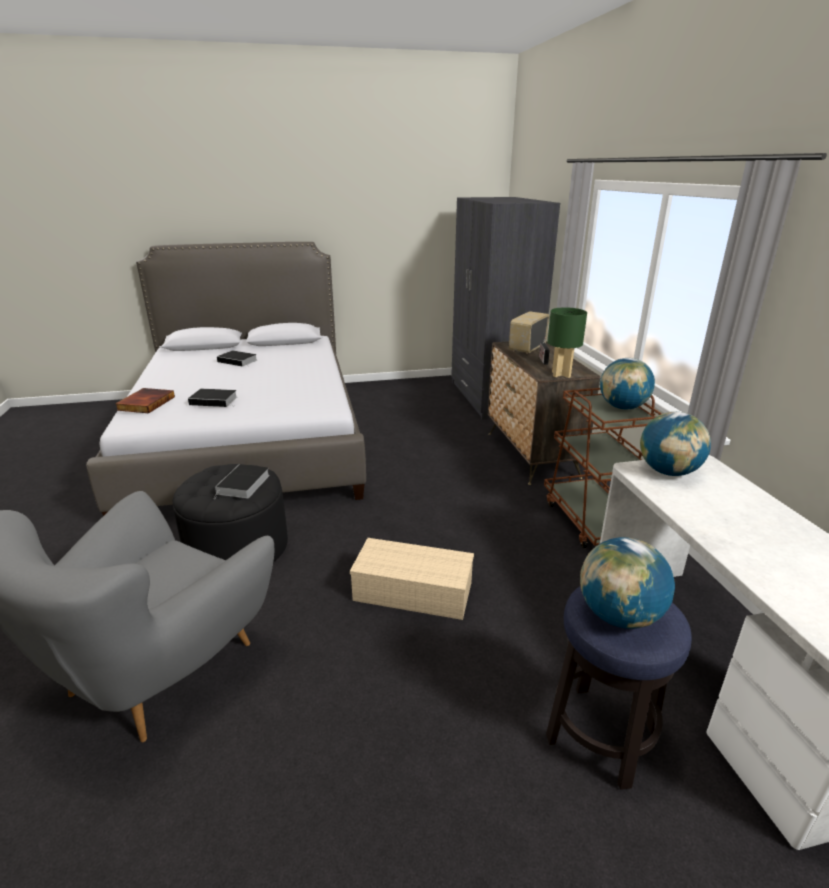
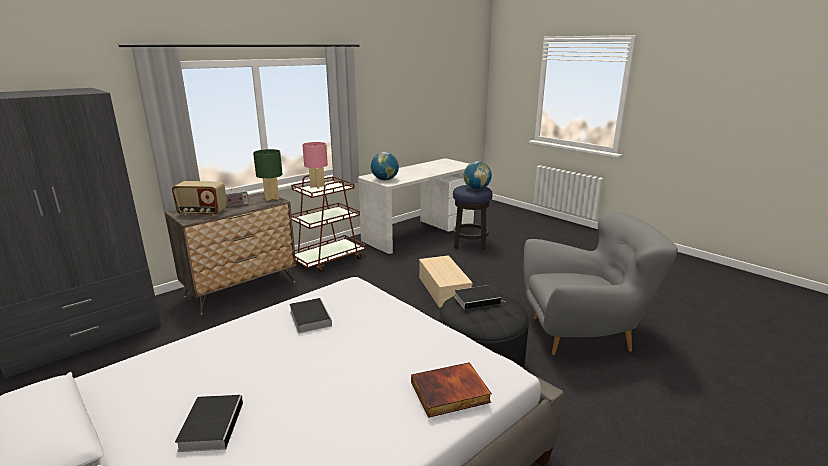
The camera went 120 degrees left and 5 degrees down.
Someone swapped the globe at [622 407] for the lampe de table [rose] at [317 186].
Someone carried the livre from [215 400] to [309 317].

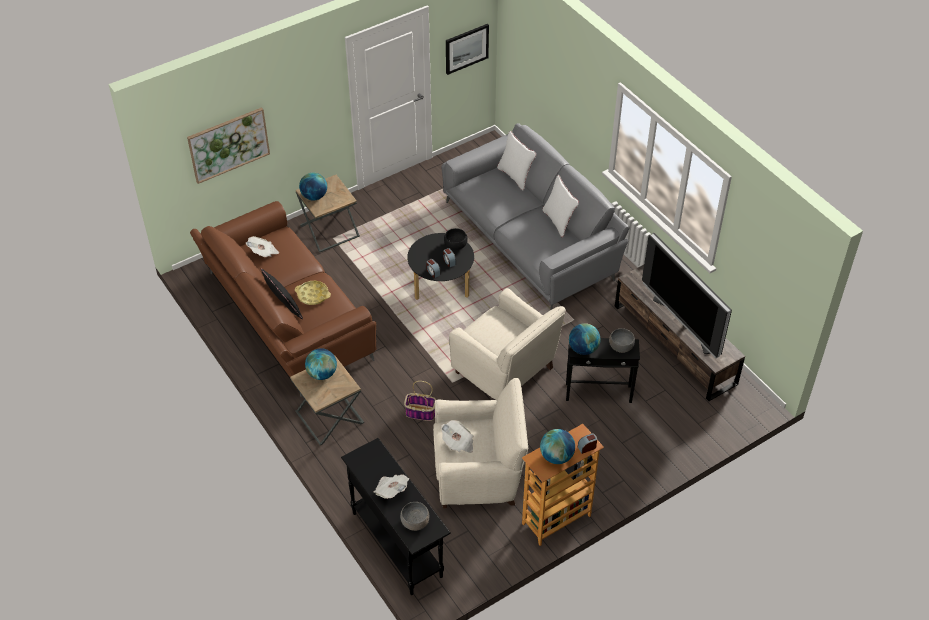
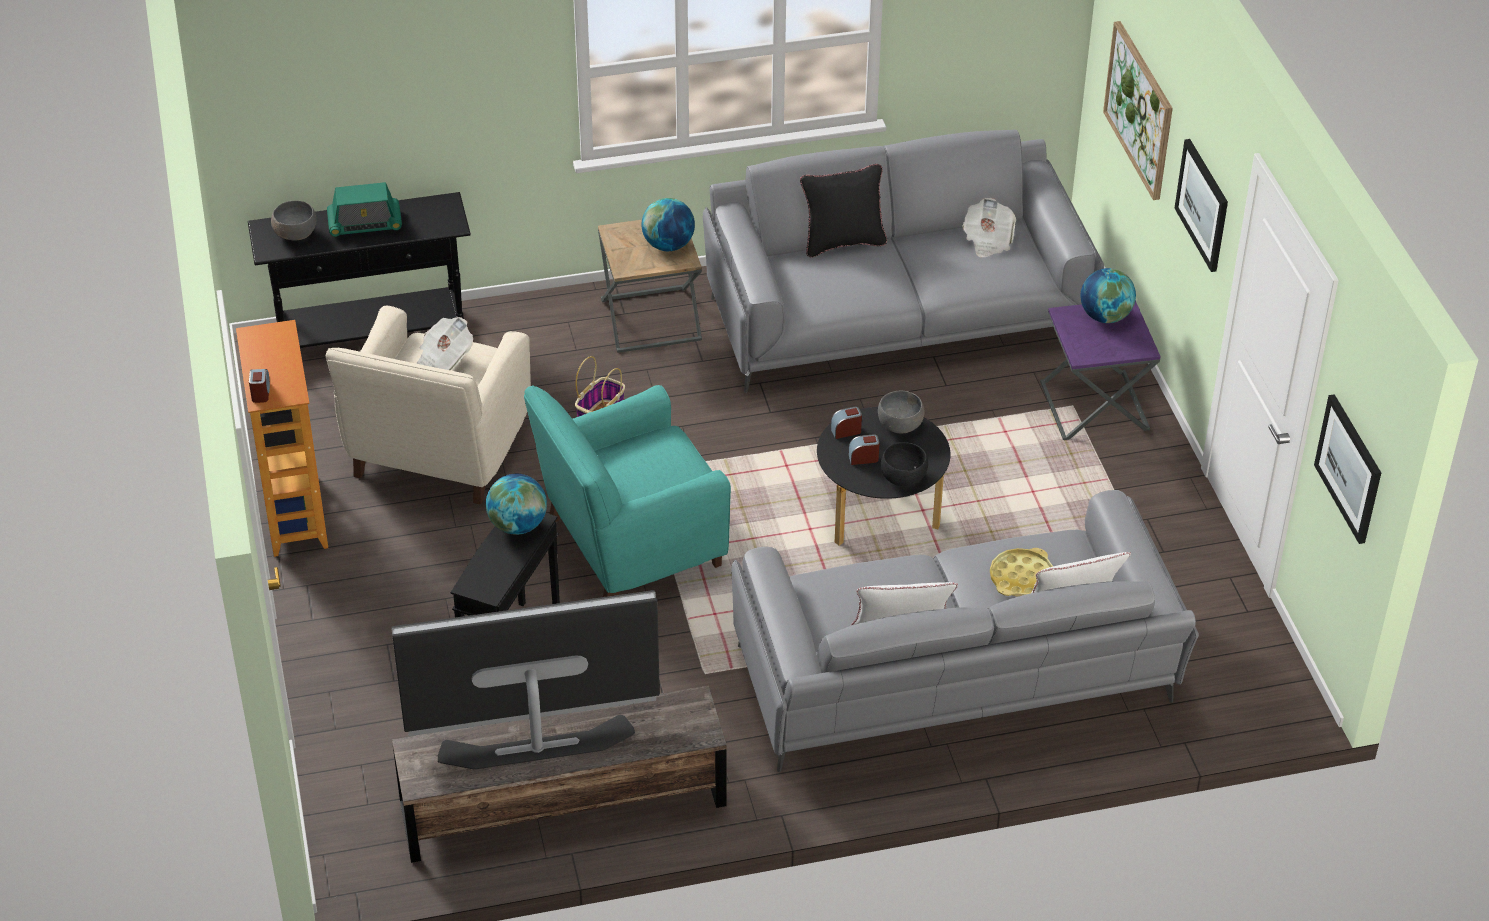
The camera went 110 degrees right and 5 degrees down.
Someone repainted the table d'appoint [marron] at [329 231], which became the table d'appoint [violet] at [1094 406].
Someone repainted the canapé [marron] at [286 316], which became the canapé [gris] at [897 314].
Someone carried the plateau [jaune] from [313 295] to [1021 578].
Someone repainted the fauteuil [beige] at [505 372], which became the fauteuil [turquoise] at [629 543].
Someone carried the bol [gris] from [621 346] to [900 425].
Someone took away the globe at [556 456].
Someone swapped the journal at [391 490] for the radio at [365 224].
Someone put up the tableau at [1203 204].

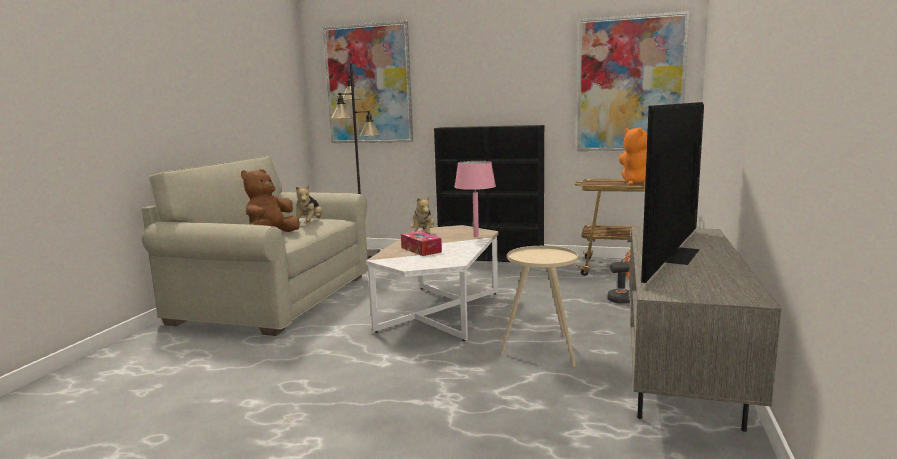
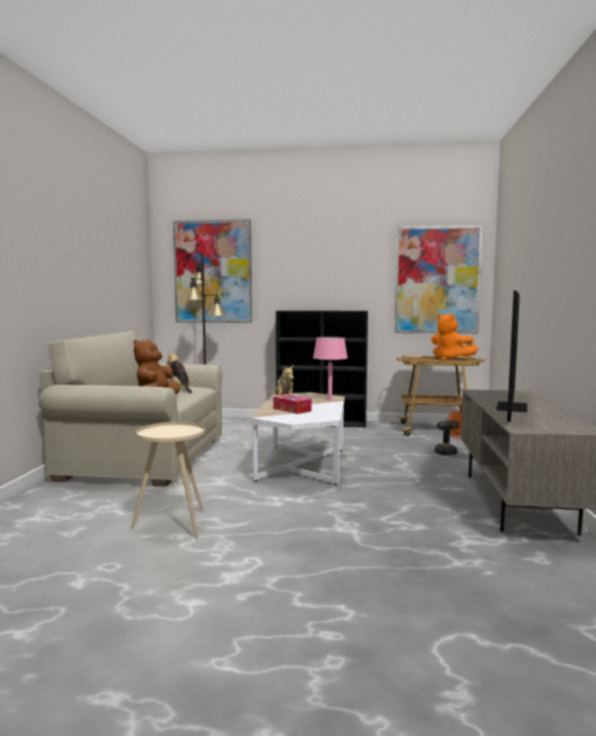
The camera went 10 degrees left and 5 degrees down.
Someone rotated the peluche at [310 223] by 150 degrees clockwise.
Someone carried the table d'appoint [beige] from [542 350] to [173 524].

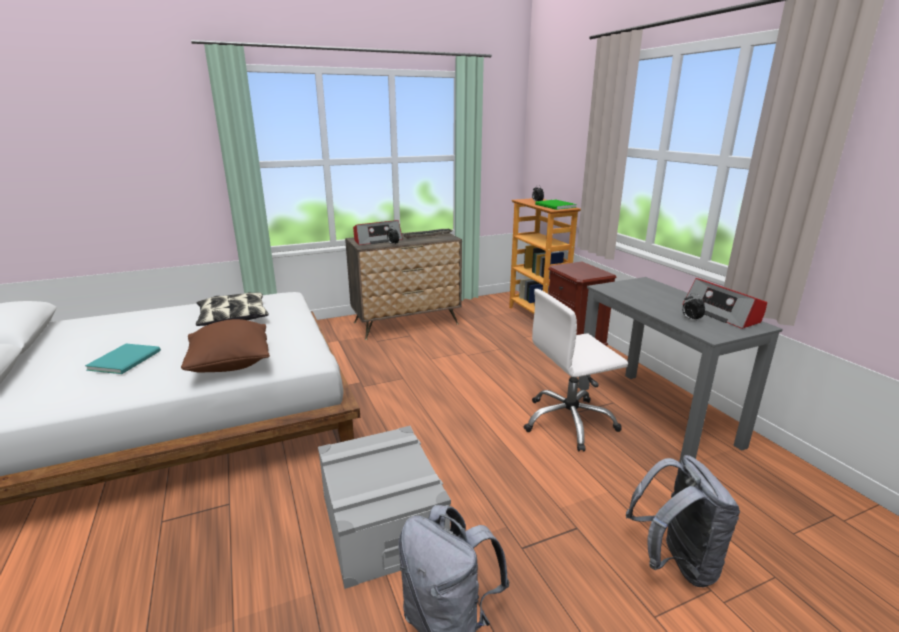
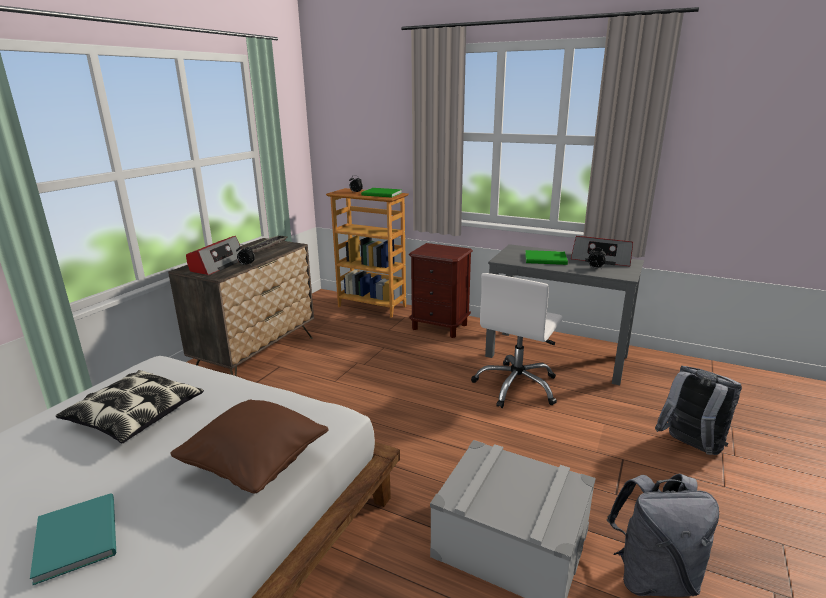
The camera went 40 degrees left and 0 degrees up.
Someone put down the livre [vert] at [547 259].

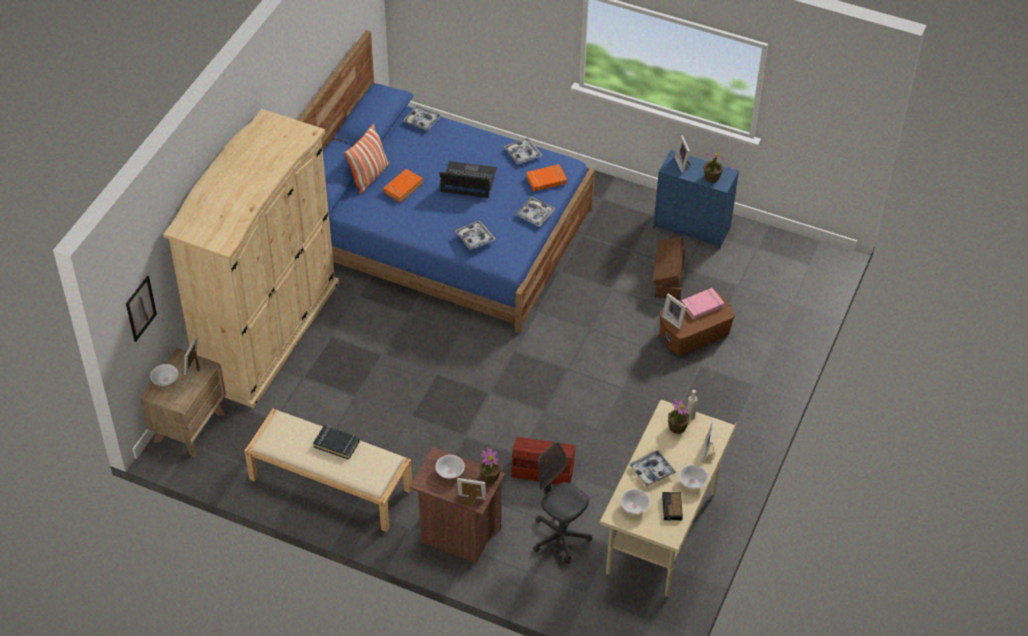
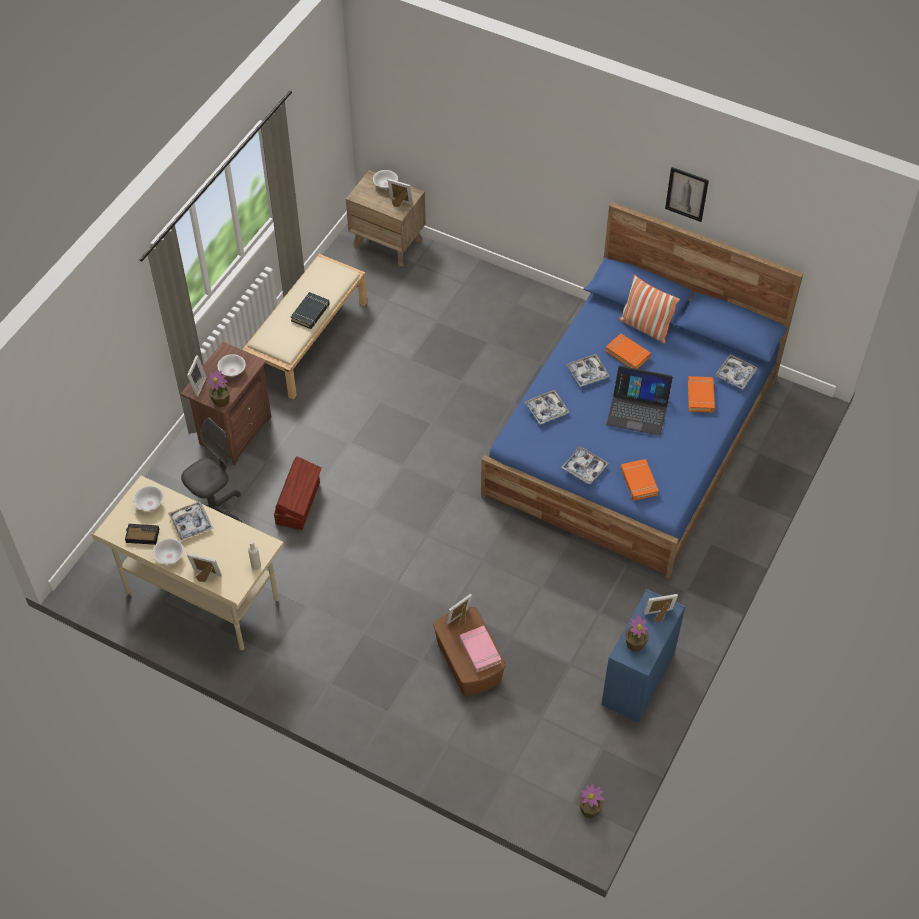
The camera went 95 degrees right and 5 degrees up.
Someone took away the armoire [beige] at [267 332].
Someone carried the plateau from [523 154] to [587 373].
Someone rotated the ordinateur portable at [468 180] by 90 degrees clockwise.
Someone took away the boîte de rangement [marron] at [668 279].
Someone carried the tableau from [140 308] to [686 194].
Someone carried the plante en pot from [677 427] to [590 810].
Someone put down the livre [orange] at [700 396].

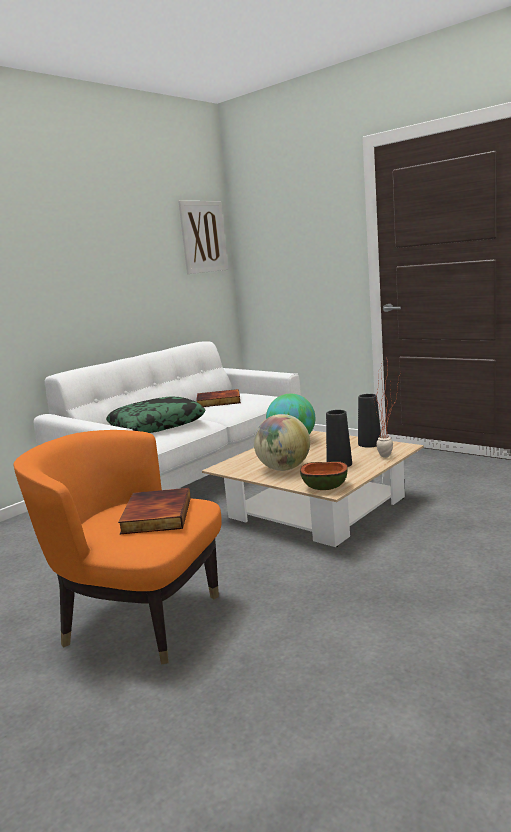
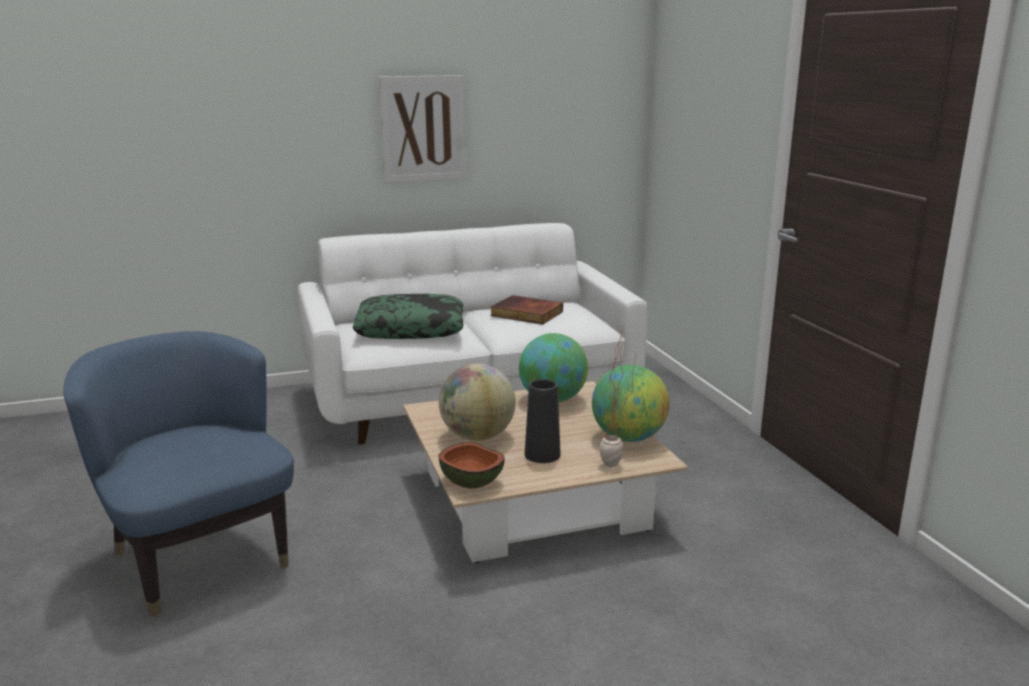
The camera went 30 degrees right and 5 degrees up.
Someone carried the tableau from [203 237] to [423 129].
Someone swapped the vase [noir] at [369 443] for the globe at [628 438].
Someone repainted the fauteuil [orange] at [139 619], which became the fauteuil [bleu] at [199 556].
Someone took away the livre at [155 515].

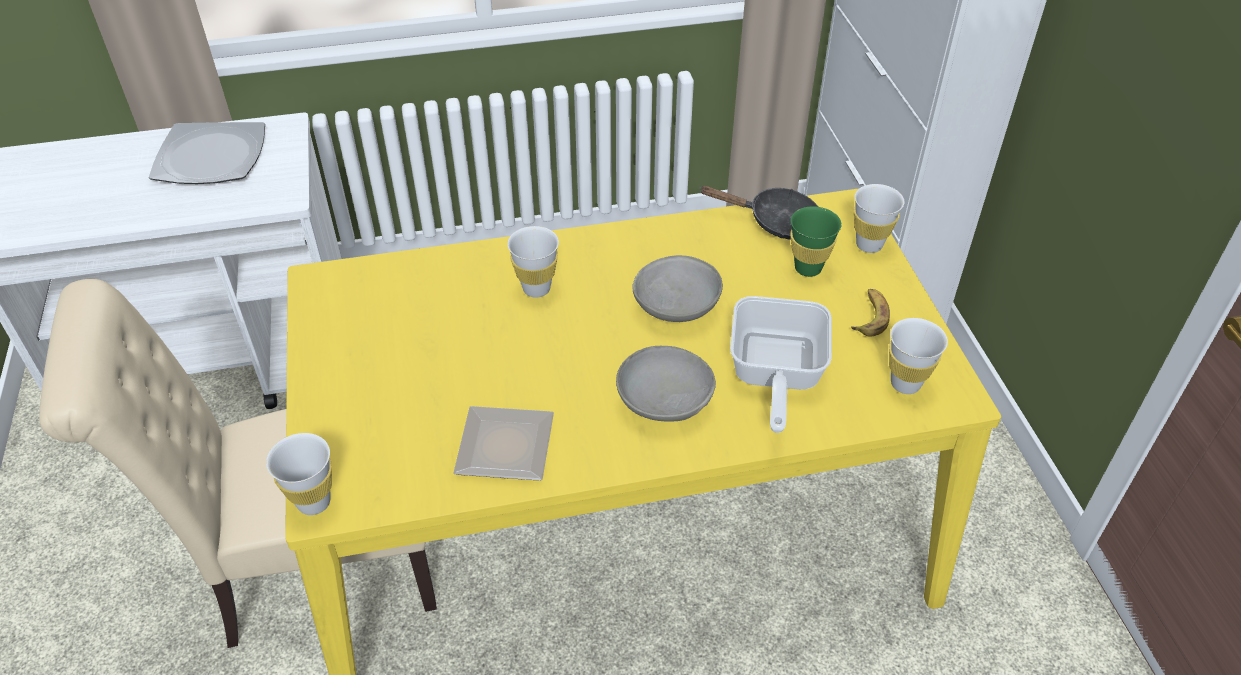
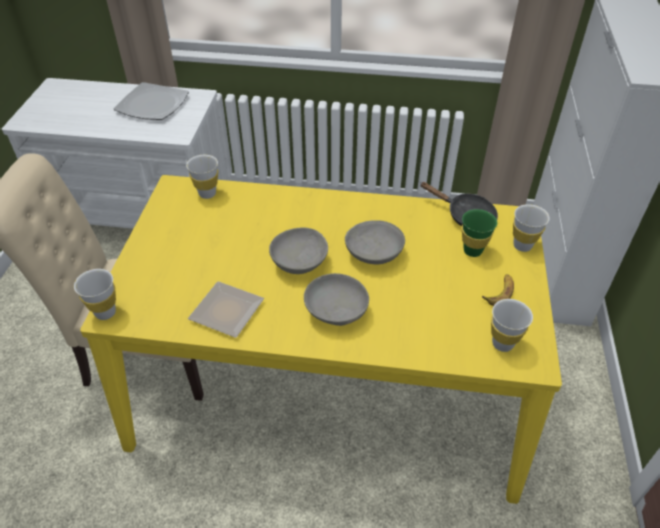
The camera went 20 degrees right and 0 degrees up.
Someone carried the tasse [blanc] from [536 288] to [207 193].
Someone took away the poêle at [774 375].
Someone put down the bol [gris] at [298 262].

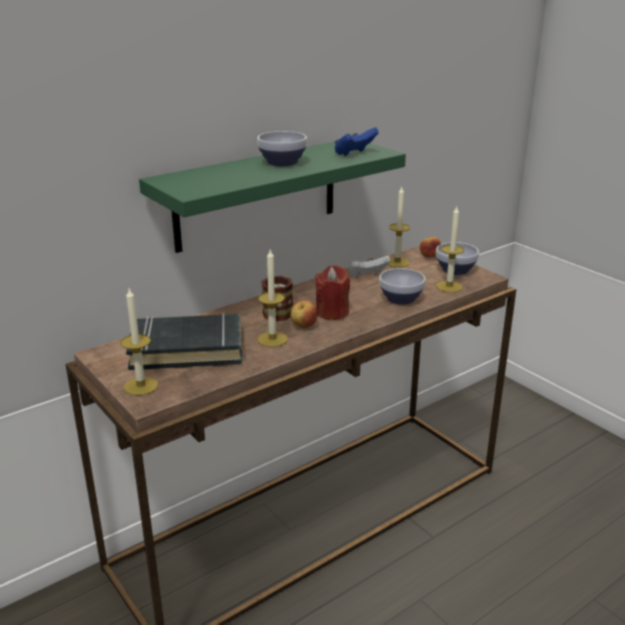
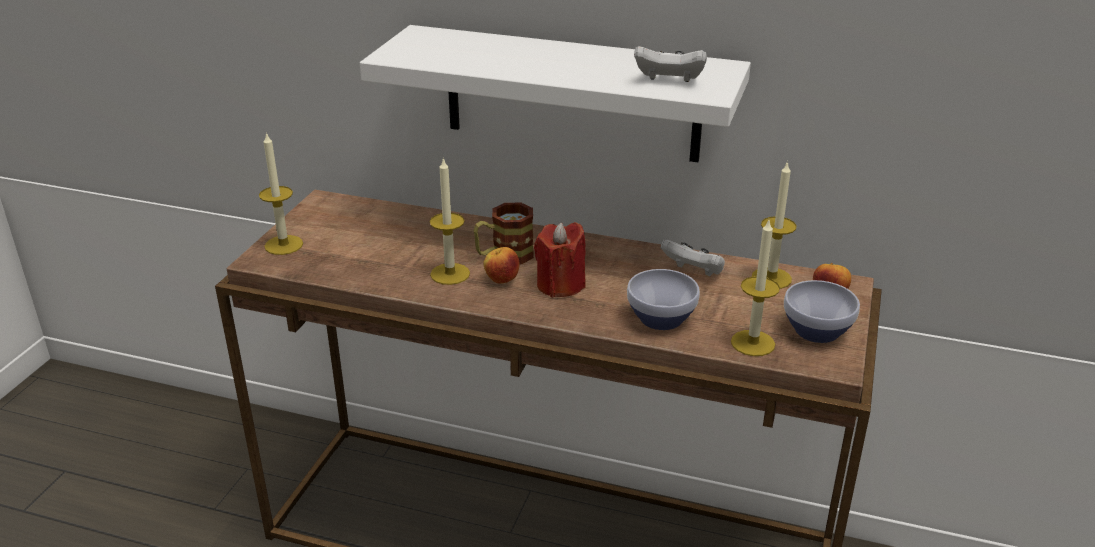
The camera went 55 degrees right and 5 degrees up.
Someone repainted the manette [bleu] at [354 154], which became the manette [blanc] at [669 81].
Someone took away the bol at [281 163].
Someone repainted the étagère [vert] at [257 194], which became the étagère [blanc] at [572 94].
Someone took away the livre [noir] at [187 349].

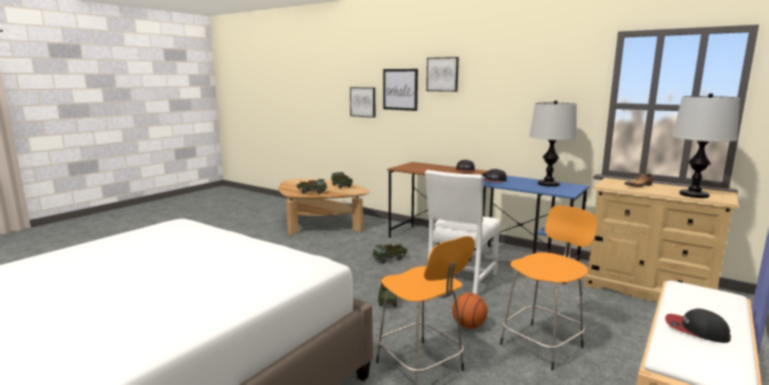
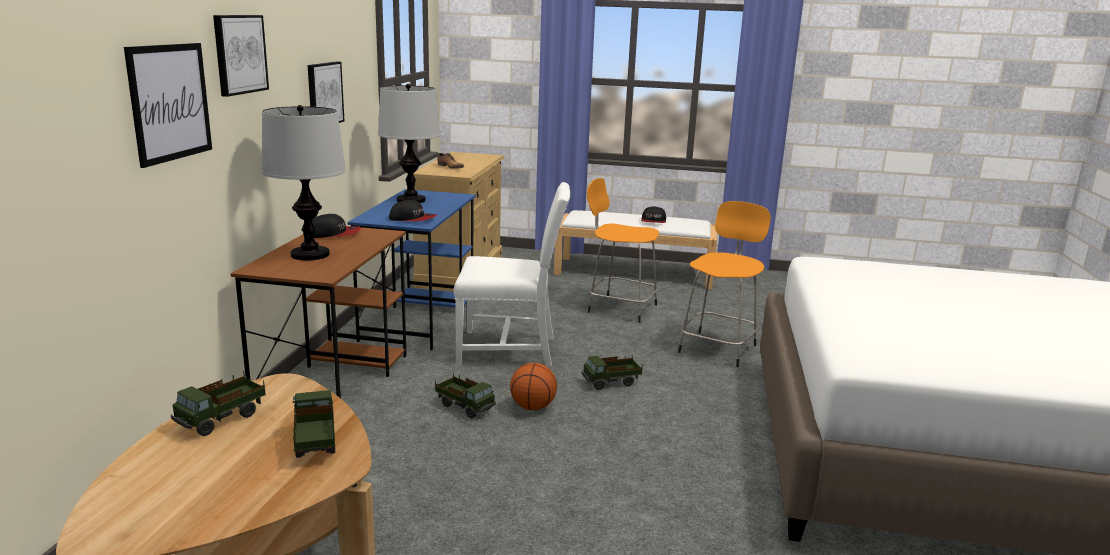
The camera went 115 degrees left and 5 degrees up.
Someone carried the tableau from [363 102] to [324 94].
Someone carried the lampe de table from [694 195] to [311 254].
Someone carried the ballon de basket from [469 326] to [532 407].

